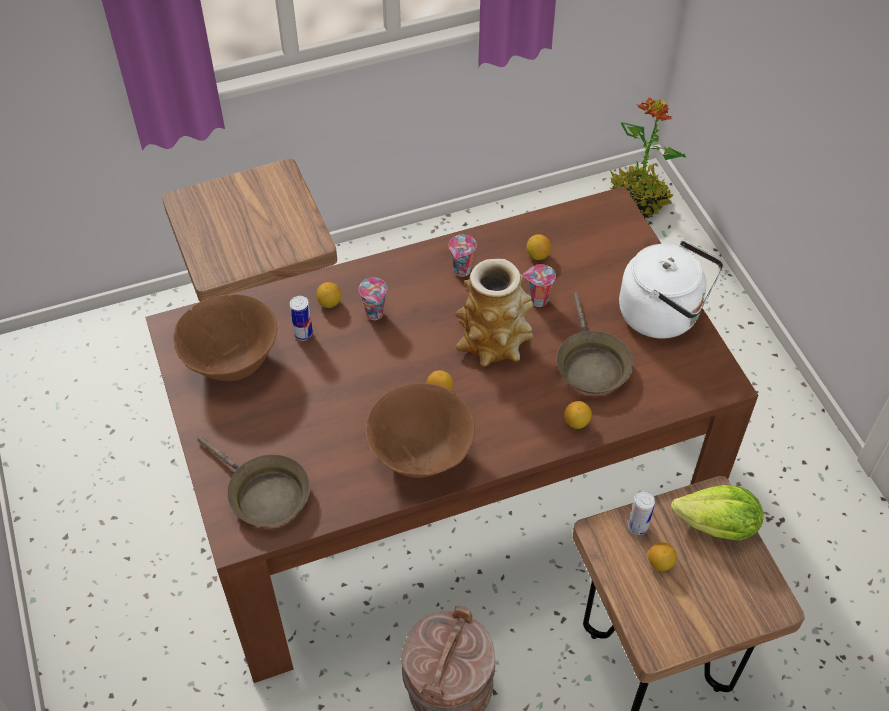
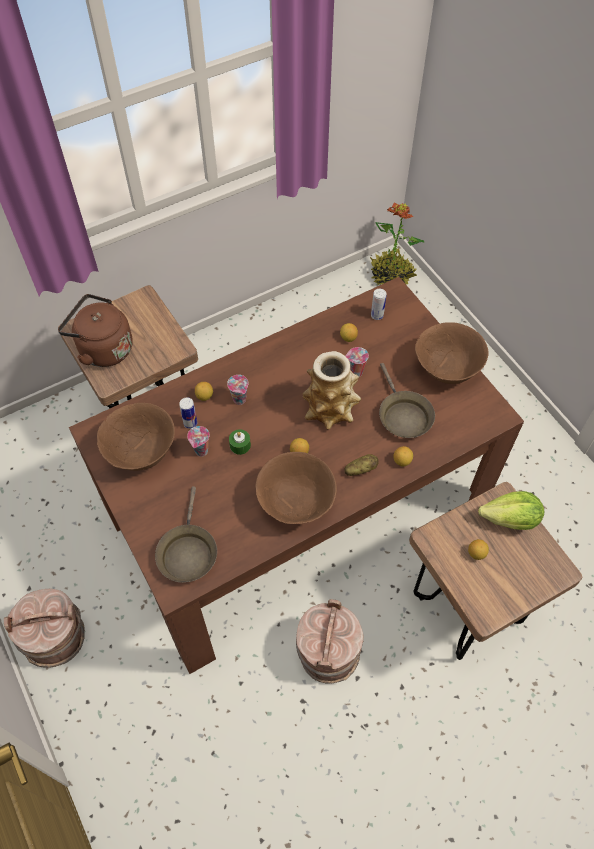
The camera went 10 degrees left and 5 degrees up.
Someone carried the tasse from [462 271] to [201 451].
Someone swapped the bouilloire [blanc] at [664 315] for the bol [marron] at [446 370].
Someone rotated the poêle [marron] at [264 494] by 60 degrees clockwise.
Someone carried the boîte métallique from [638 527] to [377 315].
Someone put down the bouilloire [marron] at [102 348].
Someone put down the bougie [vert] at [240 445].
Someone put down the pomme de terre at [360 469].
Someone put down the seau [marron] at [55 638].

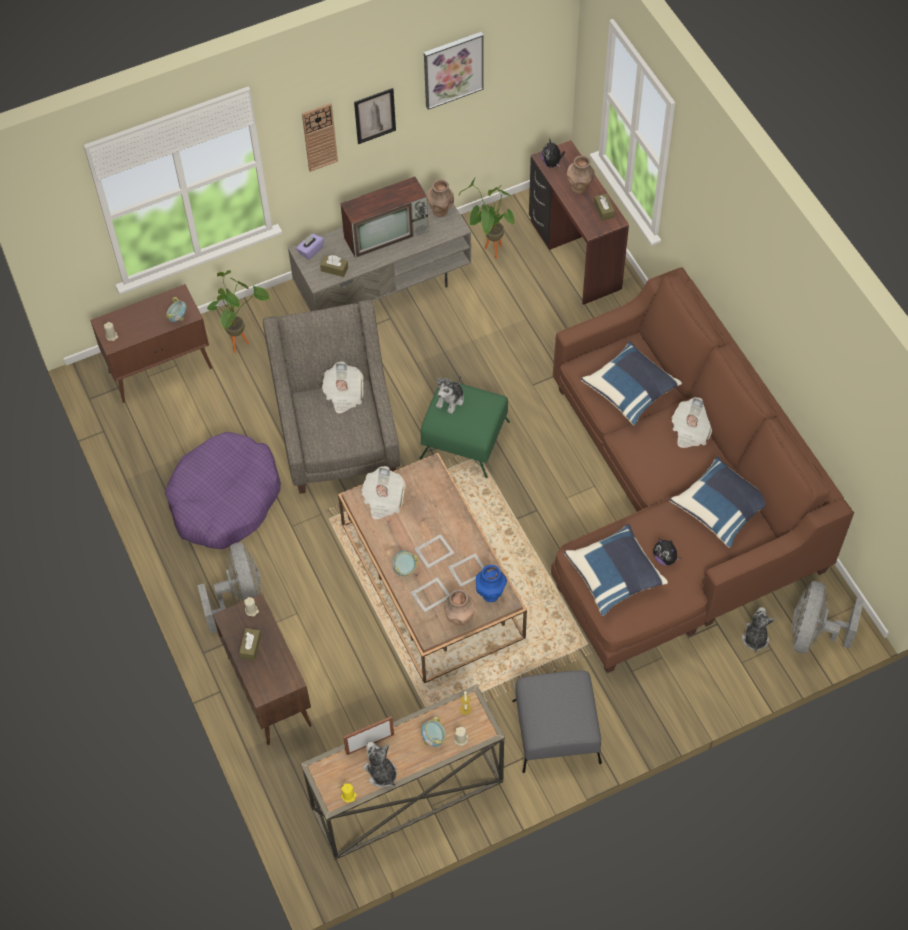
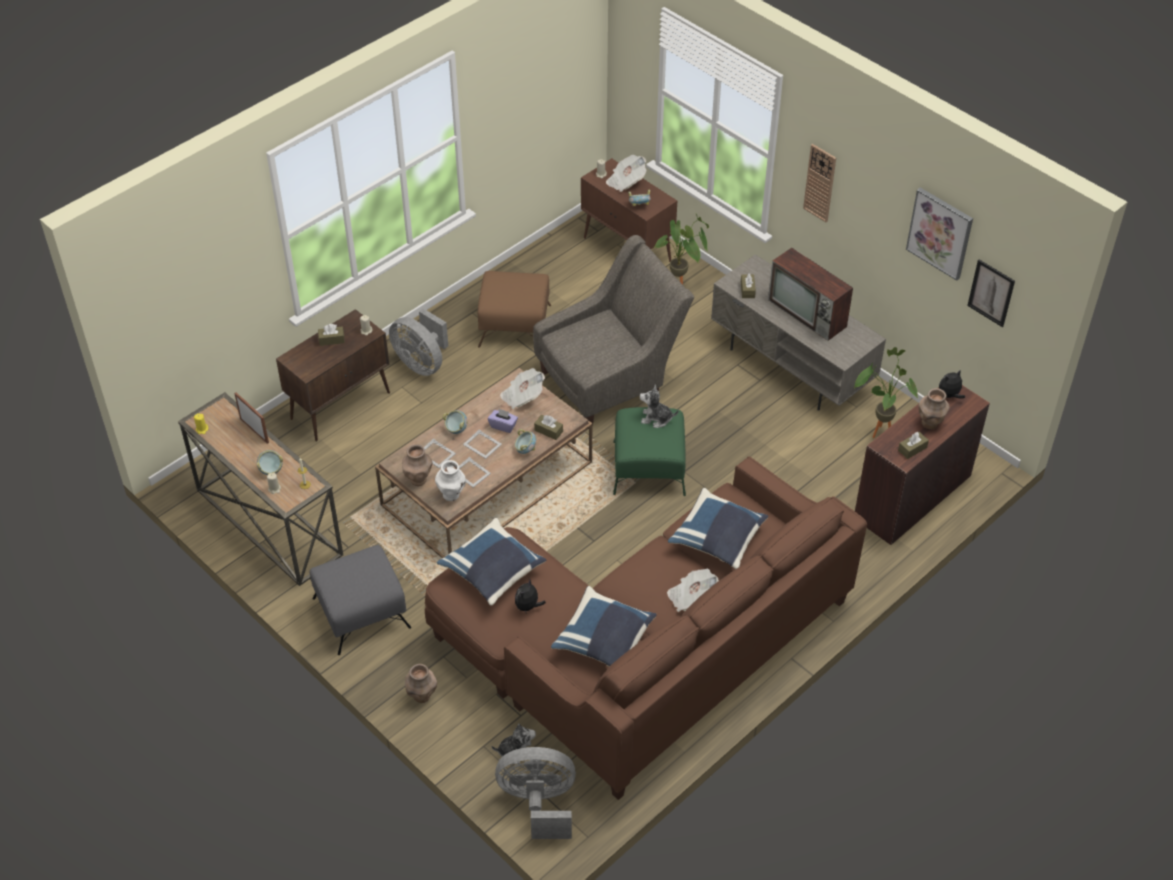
The camera went 70 degrees right and 10 degrees down.
Someone carried the tableau from [375 115] to [991 293].
Someone carried the vase [marron] from [440 211] to [422 696].
Someone carried the boîte à mouchoirs [violet] from [310 251] to [503 426].
Someone carried the journal from [343 394] to [626 181].
Someone swapped the panier pour chien [violet] at [224 499] for the pouf [marron] at [515 326].
Someone rotated the ventilateur [gris] at [240 599] by 75 degrees clockwise.
Someone repainted the vase [bleu] at [490 594], which became the vase [blanc] at [451 495].
Someone took away the peluche at [381 773].
Someone put down the boîte à mouchoirs [marron] at [548 431].
Someone put down the bol at [525 450].

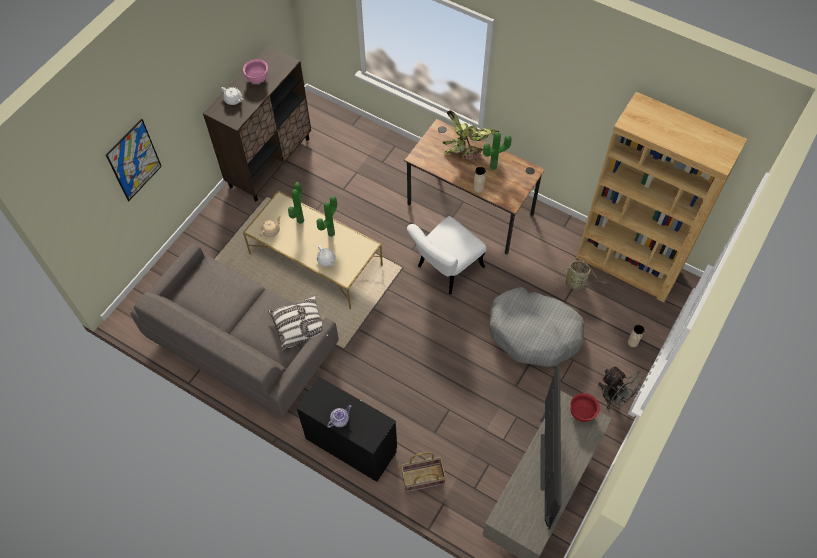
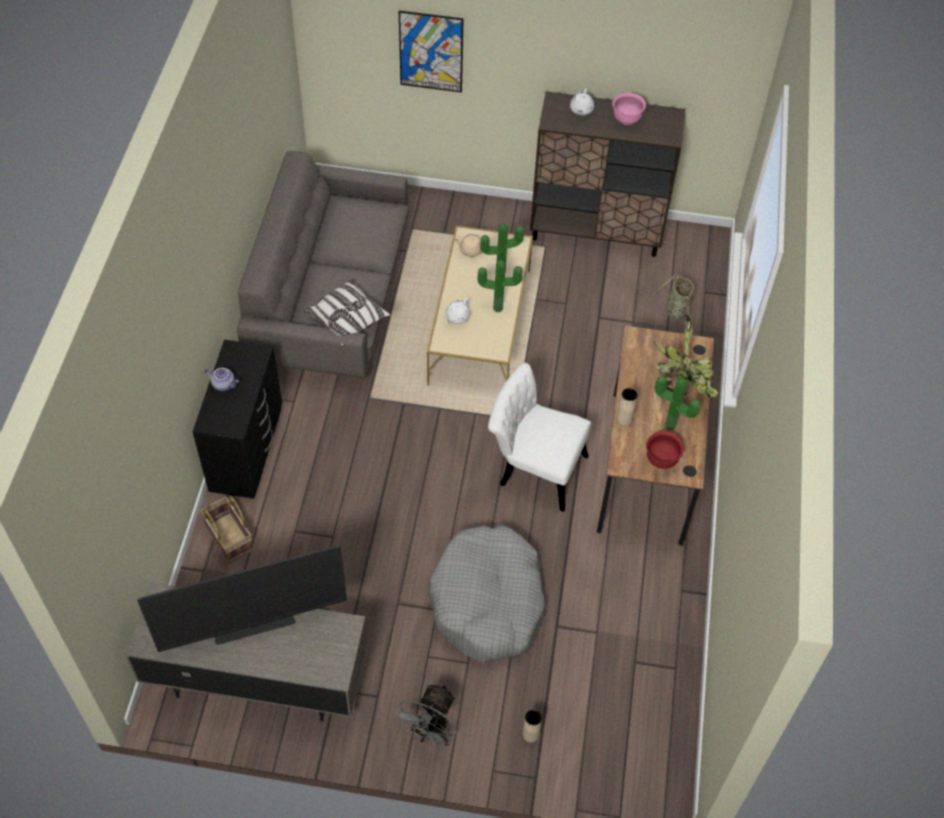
The camera went 65 degrees right and 5 degrees down.
Someone took away the bibliothèque [marron] at [628 265].
Someone carried the panier from [576 283] to [677 314].
Someone carried the bol [rouge] from [581 413] to [661 459].

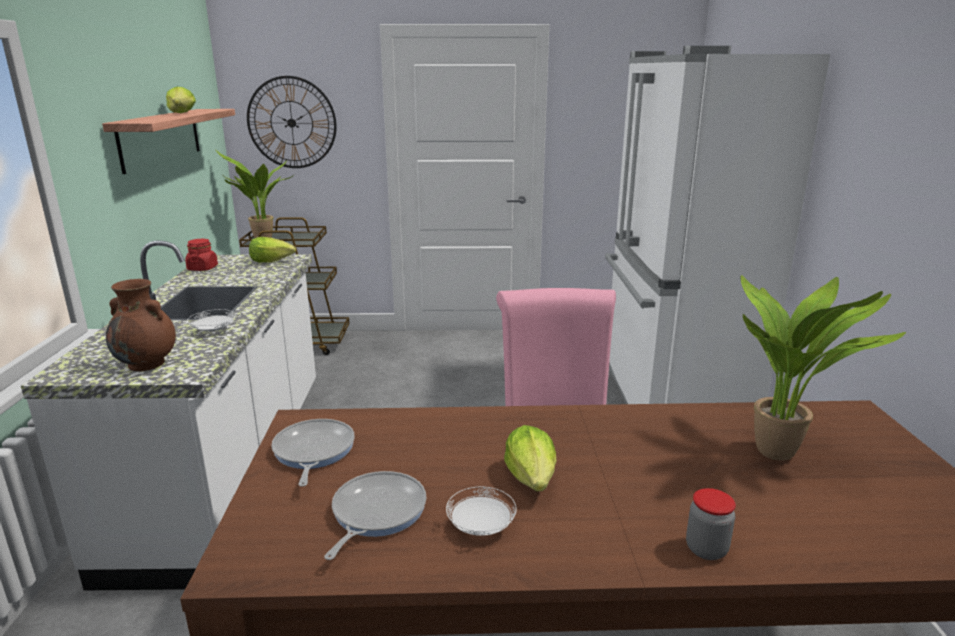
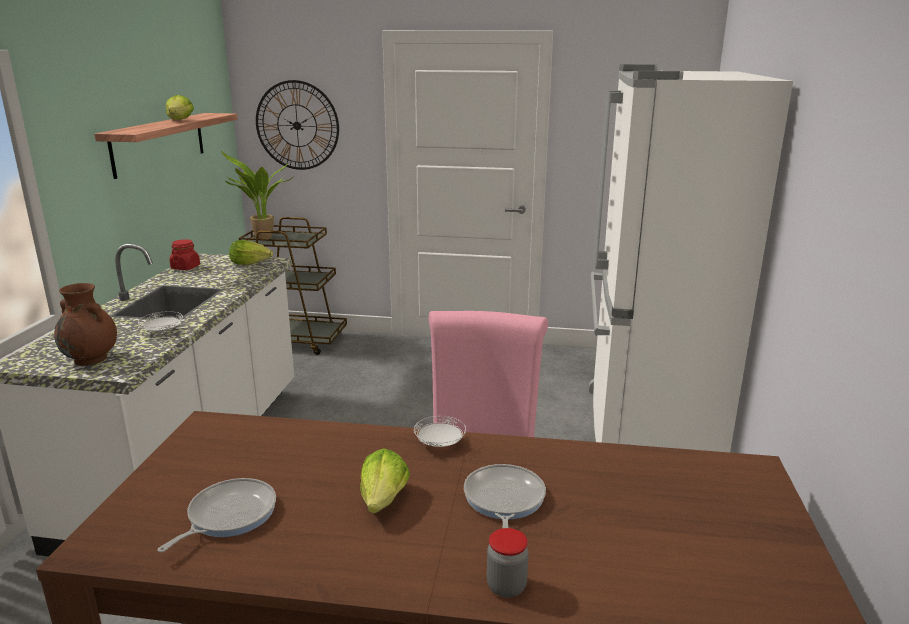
The camera went 10 degrees right and 0 degrees up.
Someone took away the plante en pot at [781 453].
Someone carried the poêle from [313 452] to [503 500].
Someone carried the assiette [blanc] from [481 526] to [440 444].

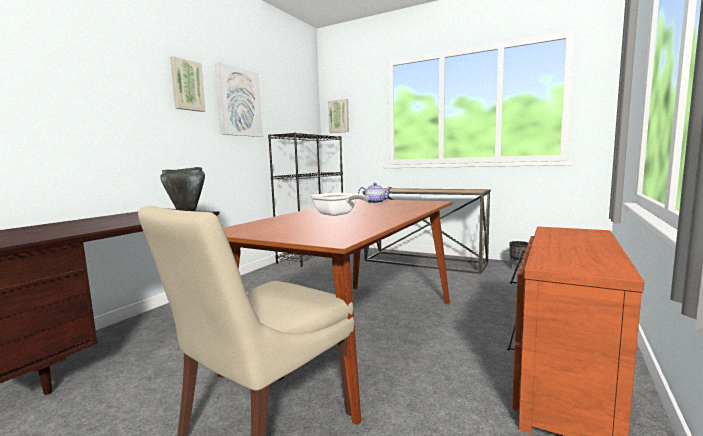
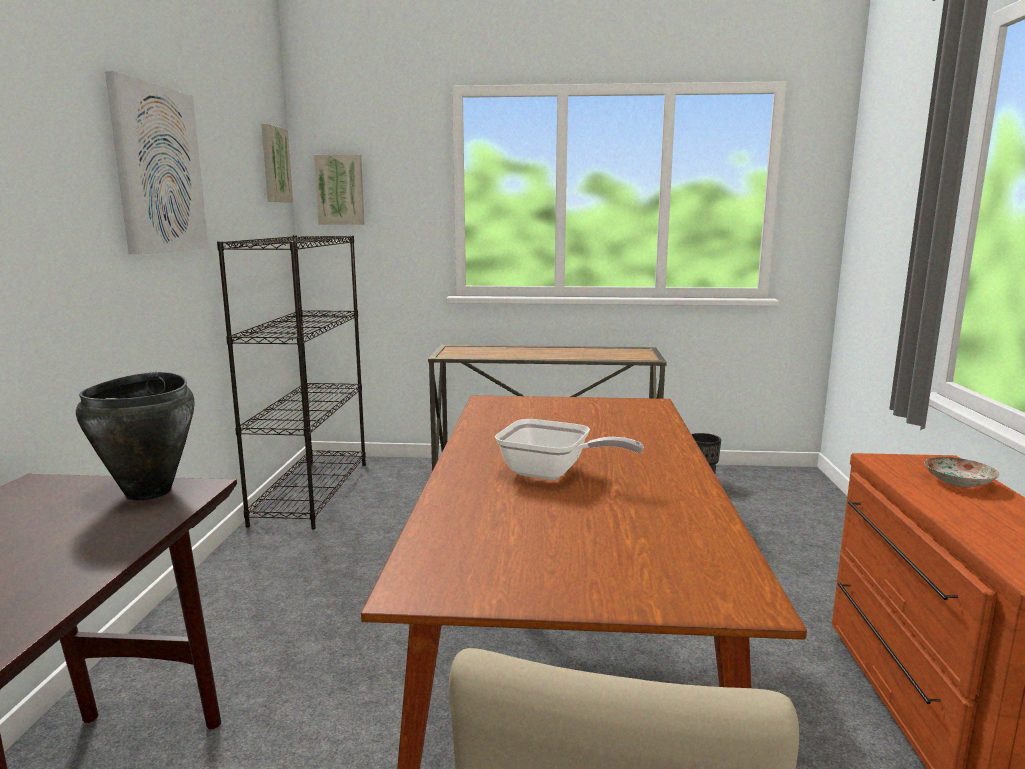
The camera went 25 degrees left and 5 degrees up.
Someone carried the tableau from [187 85] to [274 165].
Someone took away the théière at [375 202].
Someone put down the assiette at [958 482].

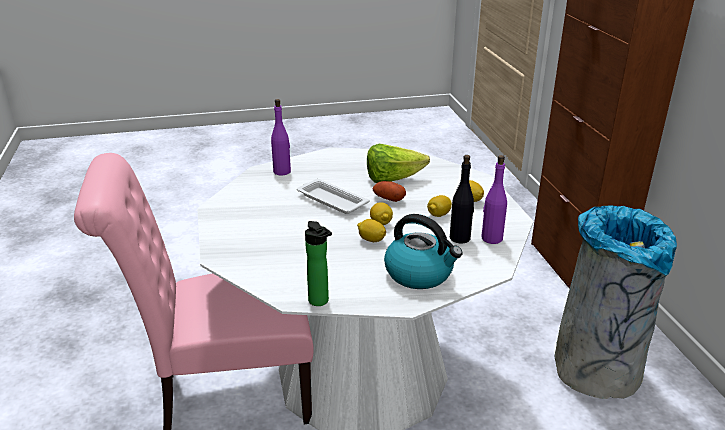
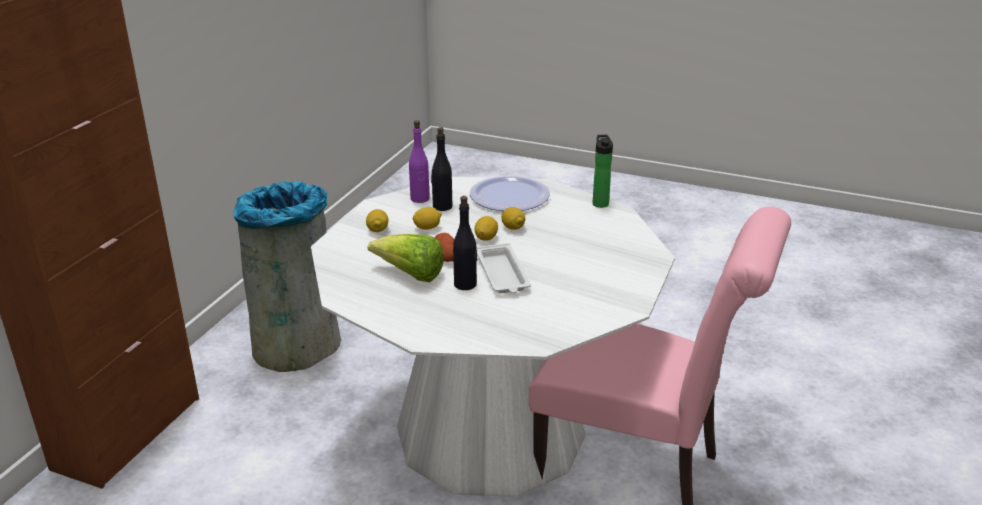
The camera went 145 degrees left and 0 degrees up.
Someone took away the bouteille [violet] at [282 171].
Someone swapped the bouilloire at [420 274] for the assiette at [509 196].
Someone put down the bouteille [noir] at [465 284].

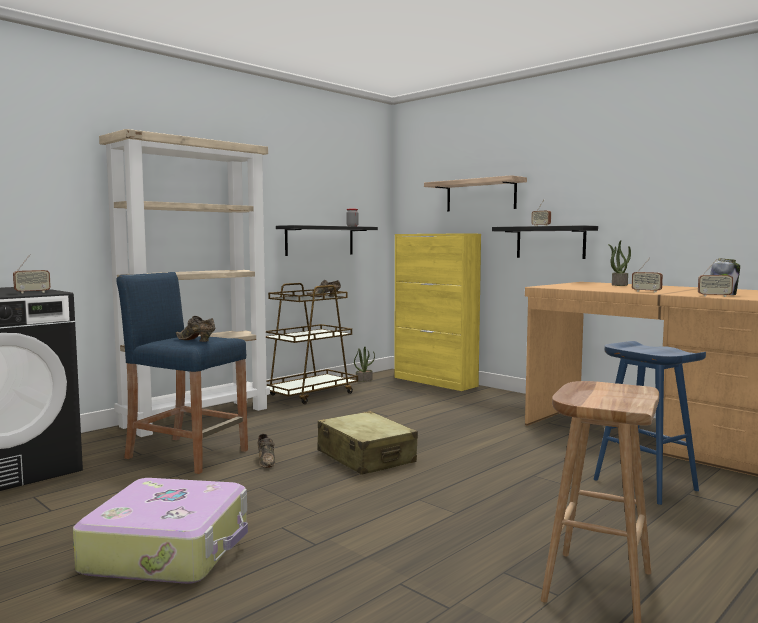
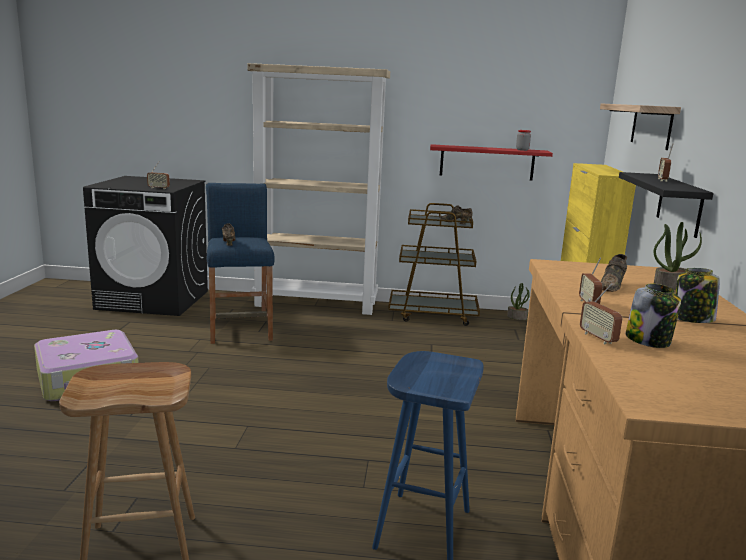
The camera went 50 degrees right and 10 degrees up.
Someone repainted the étagère [noir] at [320 240], which became the étagère [rouge] at [487 162].
Someone took away the valise [beige] at [366 457].
Someone carried the chaussure [marron] from [266 461] to [612 286].
Someone put down the bocal at [692 319].

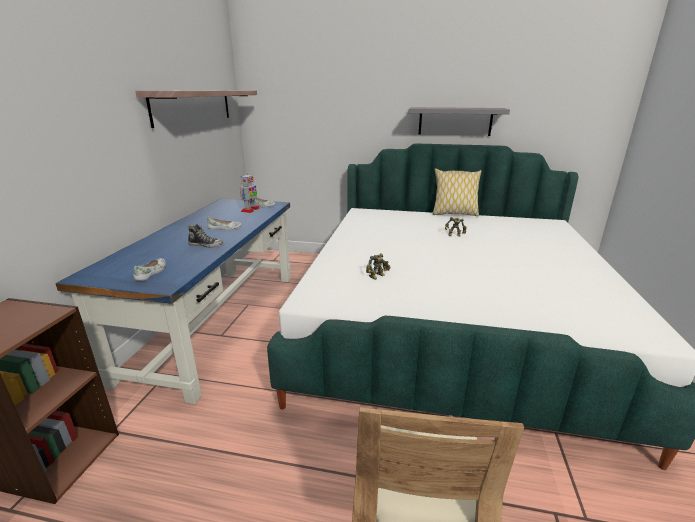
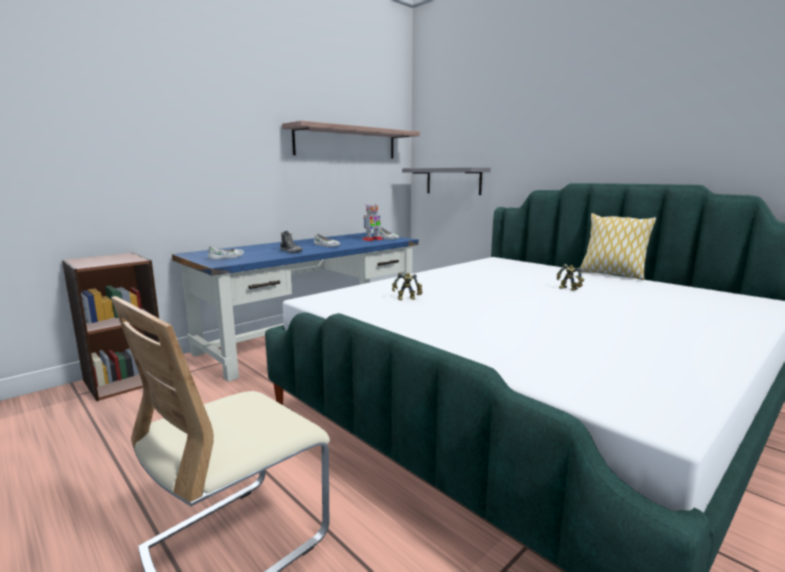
The camera went 35 degrees right and 10 degrees down.
Someone carried the étagère [gris] from [455 121] to [453 181].

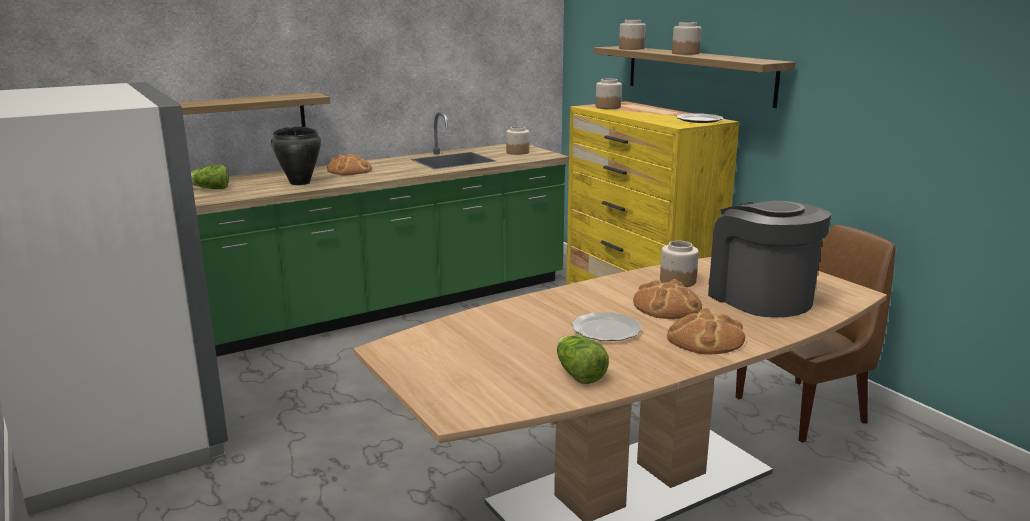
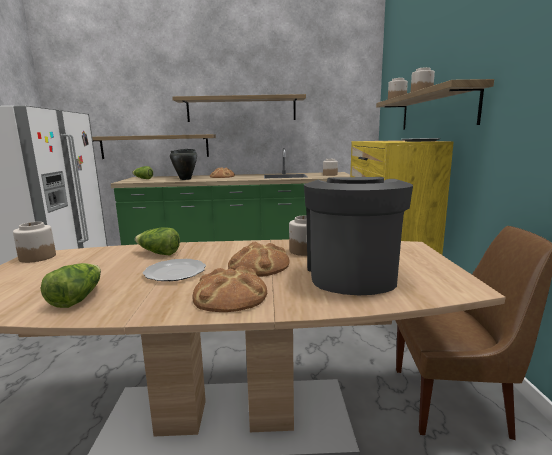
The camera went 30 degrees right and 5 degrees down.
Someone carried the bocal from [607 107] to [37 257].
Someone put up the étagère at [241 109].
Someone put down the laitue at [158 253].

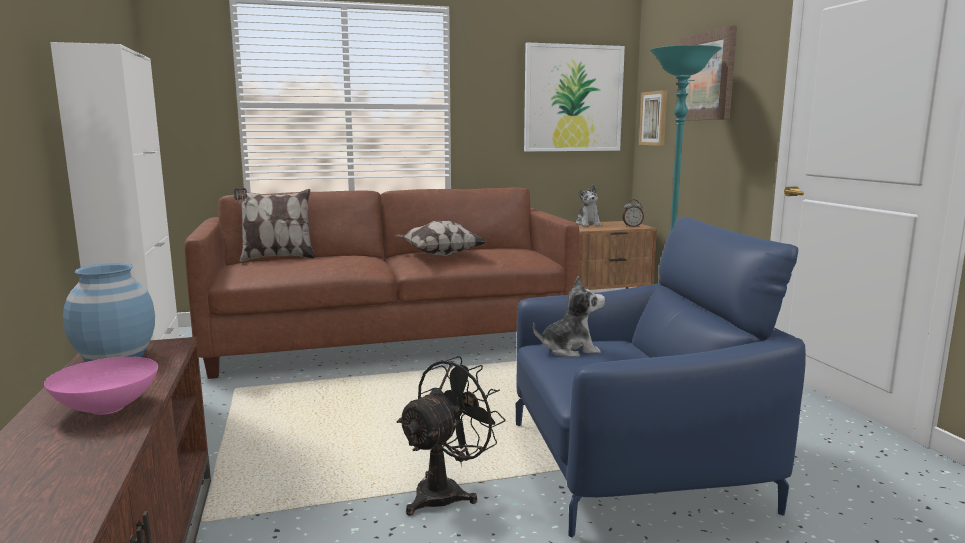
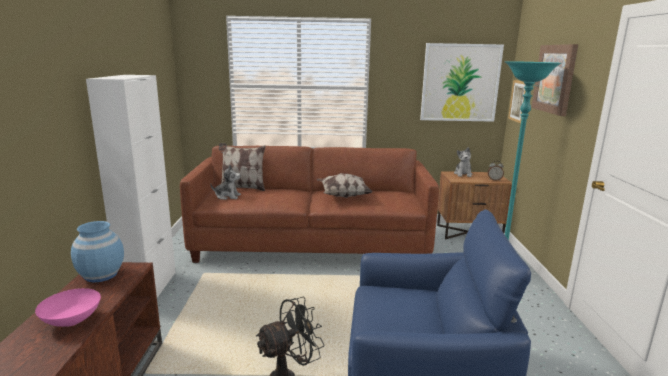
The camera went 15 degrees right and 5 degrees up.
Someone carried the peluche from [570 350] to [227 196].

